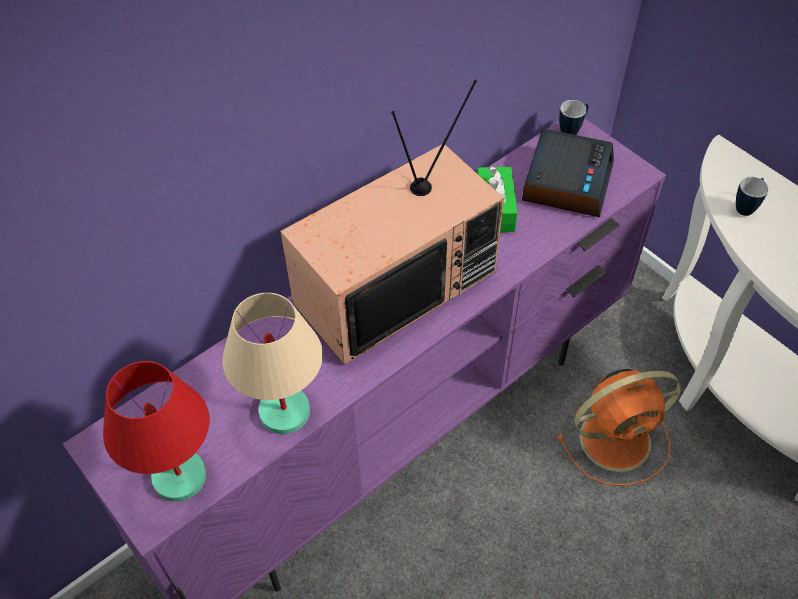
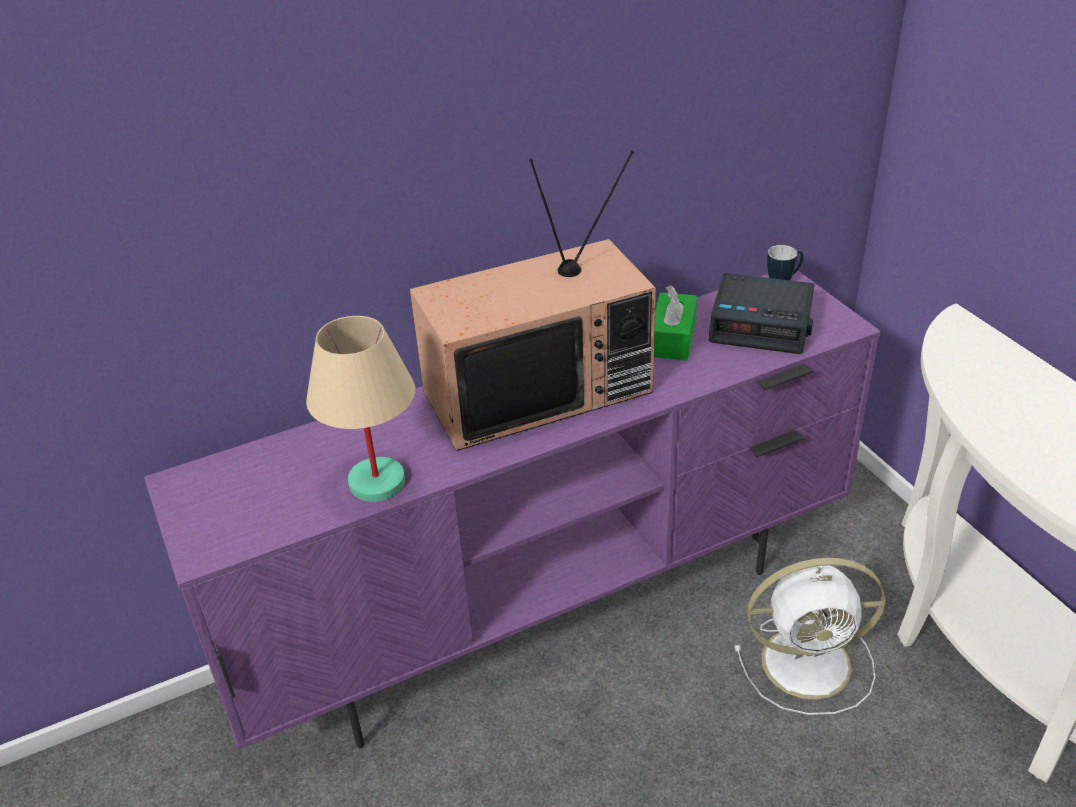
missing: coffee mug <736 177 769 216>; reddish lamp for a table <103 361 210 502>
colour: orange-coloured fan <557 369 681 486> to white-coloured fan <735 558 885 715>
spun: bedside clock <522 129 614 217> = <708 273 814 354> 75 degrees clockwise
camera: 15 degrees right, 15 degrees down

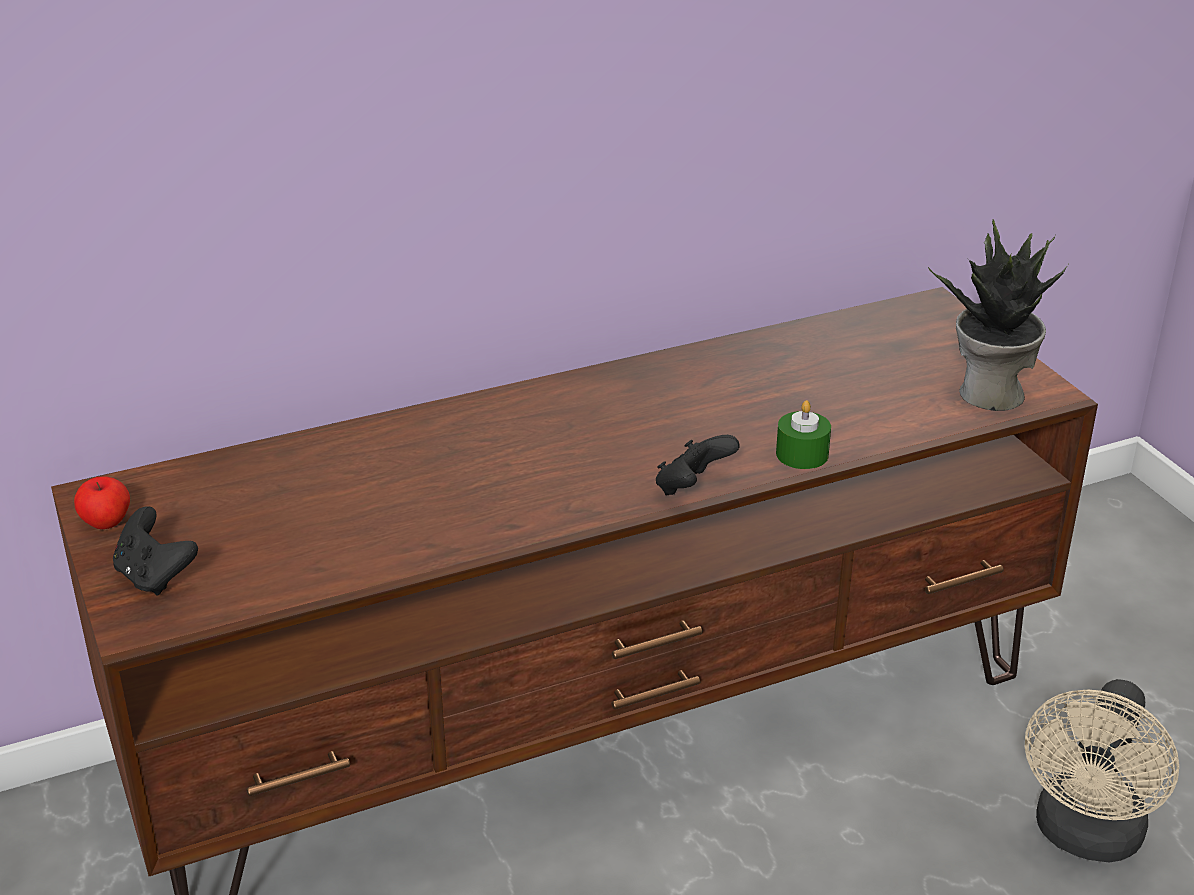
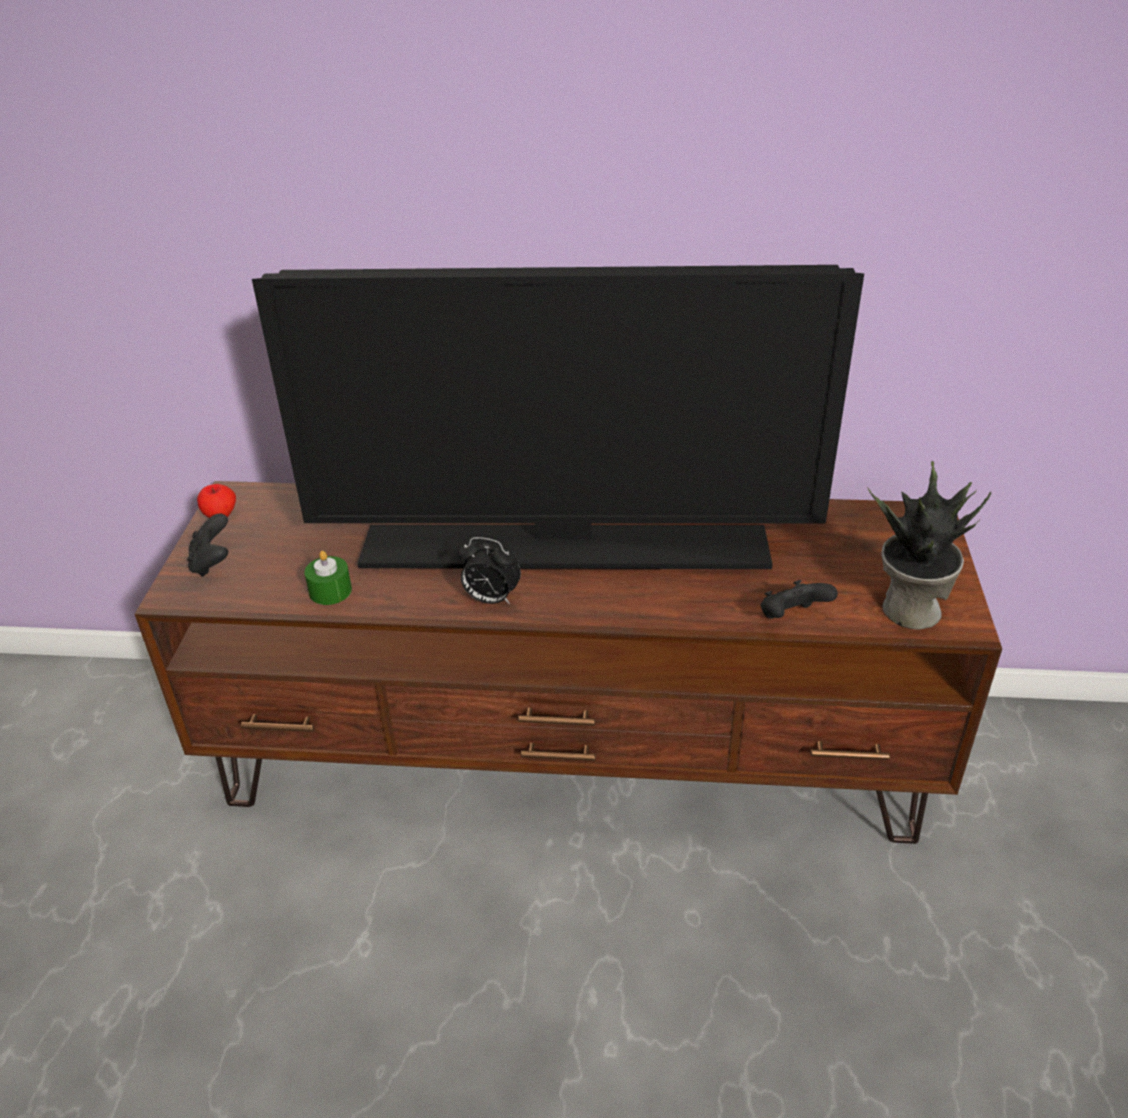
missing: beige fan <1025 679 1179 863>
appeared: television <252 265 864 569>; bedside clock <458 537 521 604>
relocated: greenish wax candle <776 400 831 469> to <304 551 352 605>; blackish gamepad <656 435 740 495> to <761 580 838 619>
camera: 30 degrees right, 5 degrees up

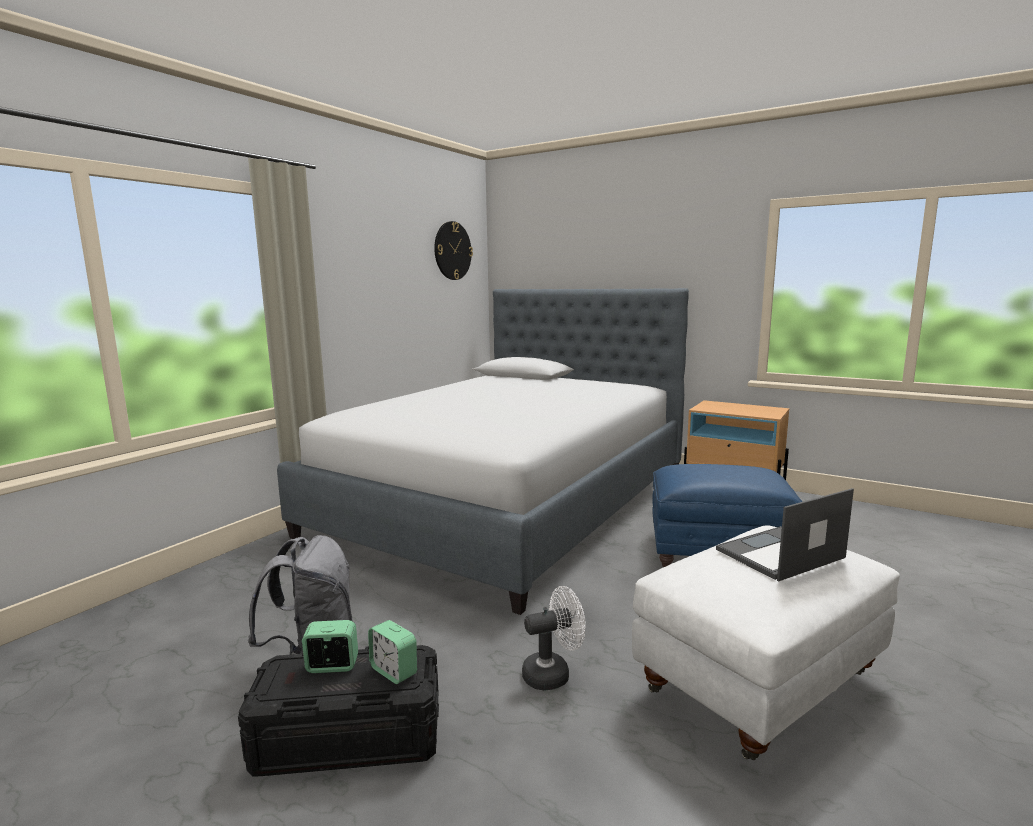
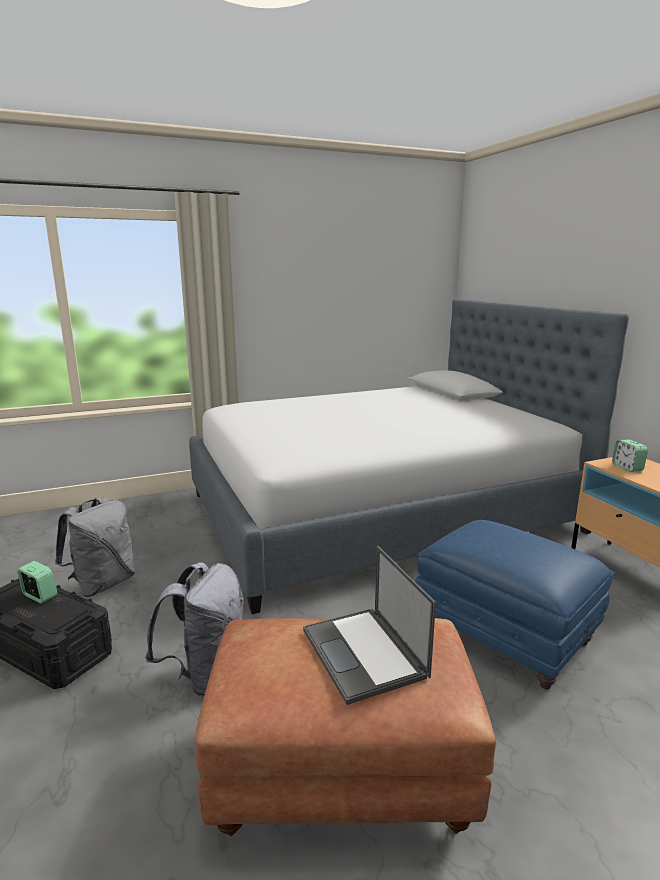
missing: hanging clock <434 221 473 280>
relocated: bedside clock <368 620 417 684> to <612 440 648 472>
exchanged: white-coloured fan <522 586 586 691> to gray rucksack <145 562 244 696>
colour: white-coloured ottoman <632 525 900 760> to brown-coloured ottoman <195 618 496 836>
spun: portable computer <716 488 854 581> = <303 546 436 705> 120 degrees counterclockwise
camera: 35 degrees right, 5 degrees up

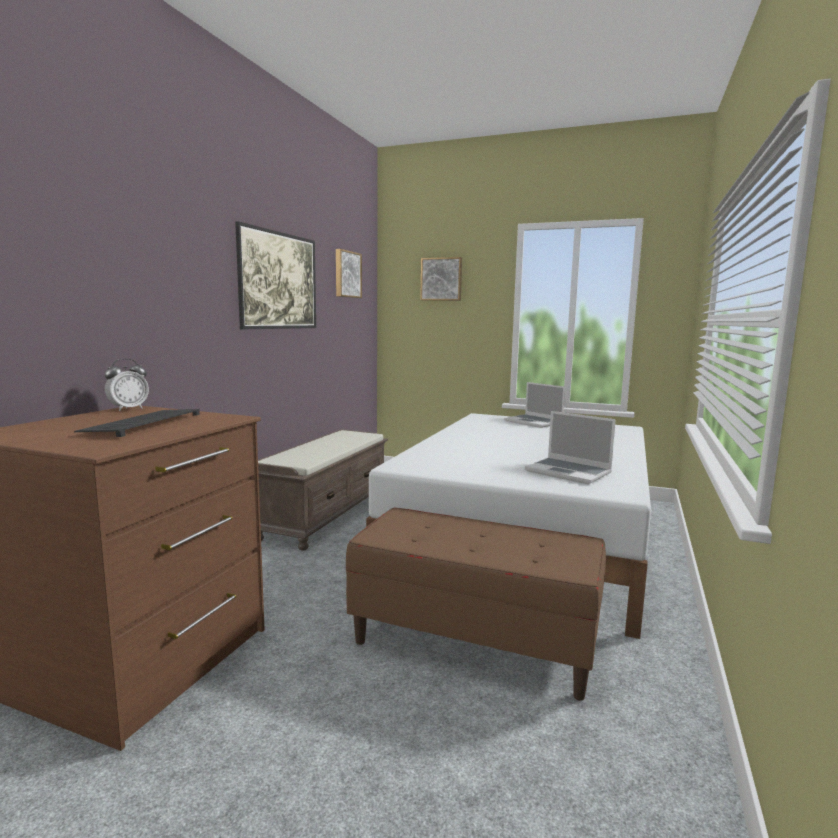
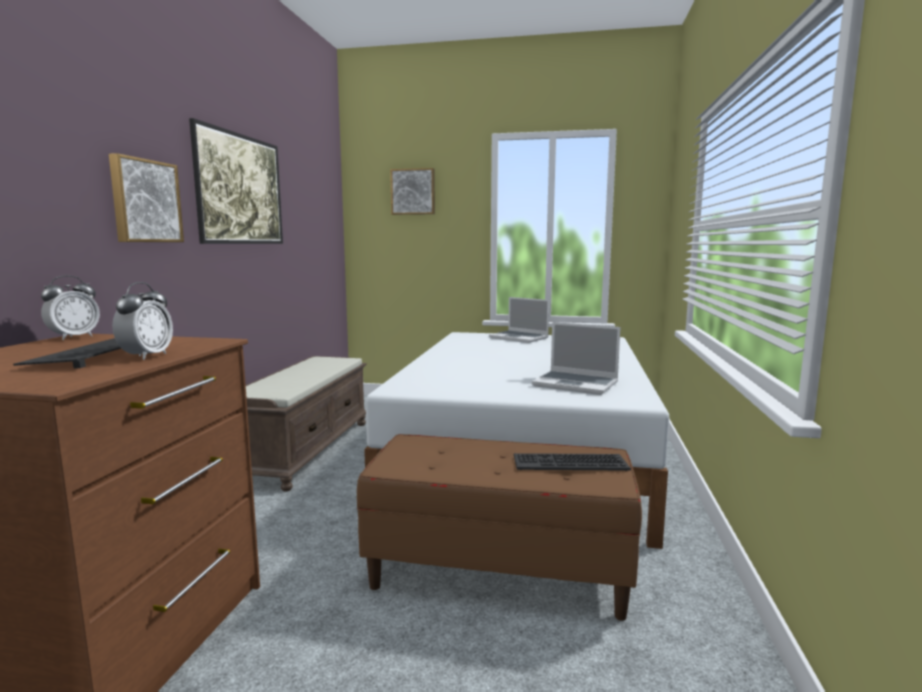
appeared: bedside clock <112 282 173 360>; keyboard <514 453 631 471>
relocated: wall picture <336 249 362 298> to <109 153 184 242>
camera: 10 degrees left, 0 degrees up

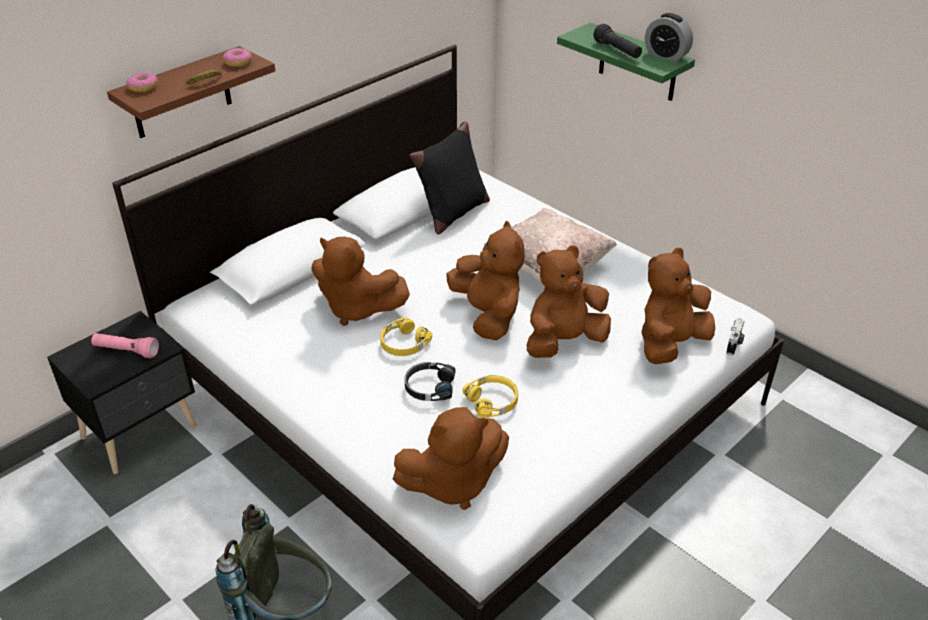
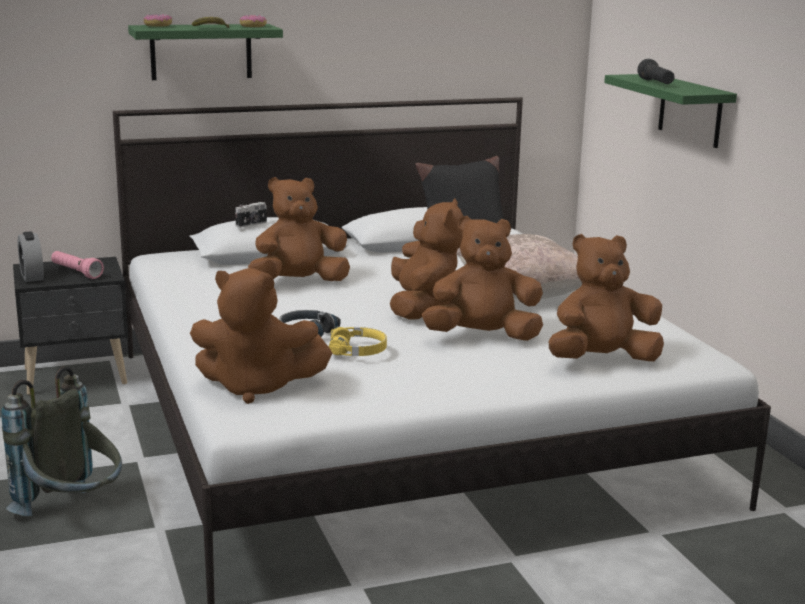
missing: yellowish pair of headphones <380 317 432 356>
relocated: bedside clock <645 13 693 62> to <18 231 44 282>; photo camera <726 318 745 355> to <235 202 267 228>
colour: brown-coloured bracket shelf <107 46 275 138> to greenish bracket shelf <128 24 283 80>
spun: brown-coloured cuddly toy <311 237 410 326> = <248 177 350 281> 105 degrees clockwise
camera: 25 degrees right, 20 degrees down

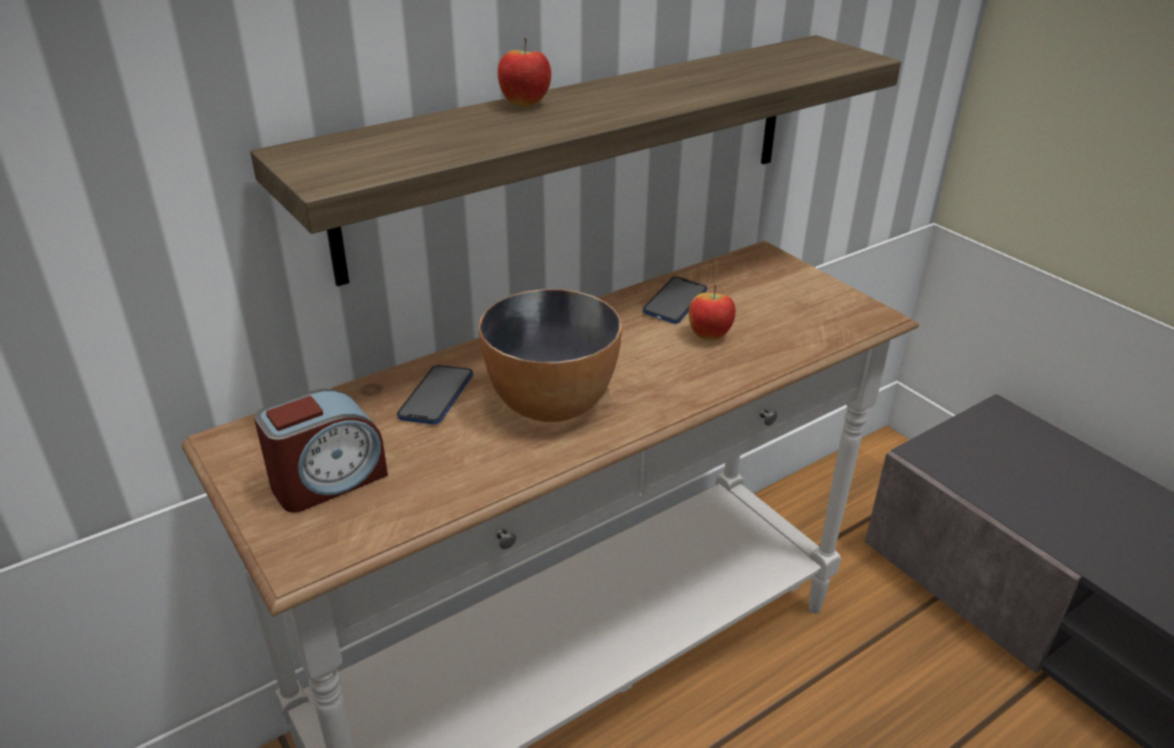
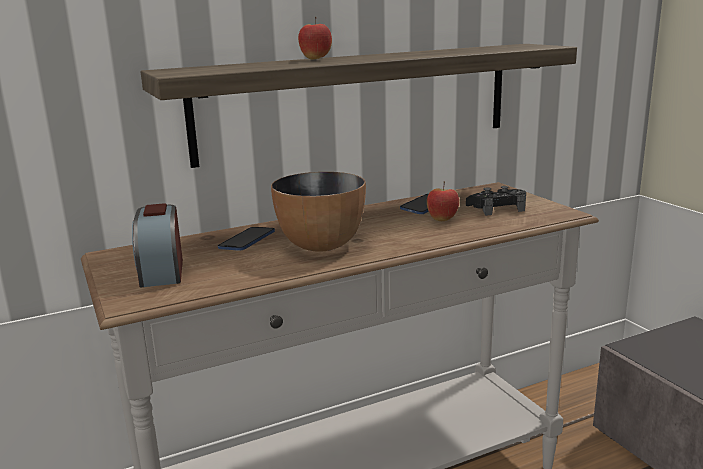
appeared: blackish gamepad <466 186 526 216>
spun: bedside clock <254 389 388 513> = <132 203 183 288> 105 degrees clockwise
camera: 10 degrees right, 15 degrees down

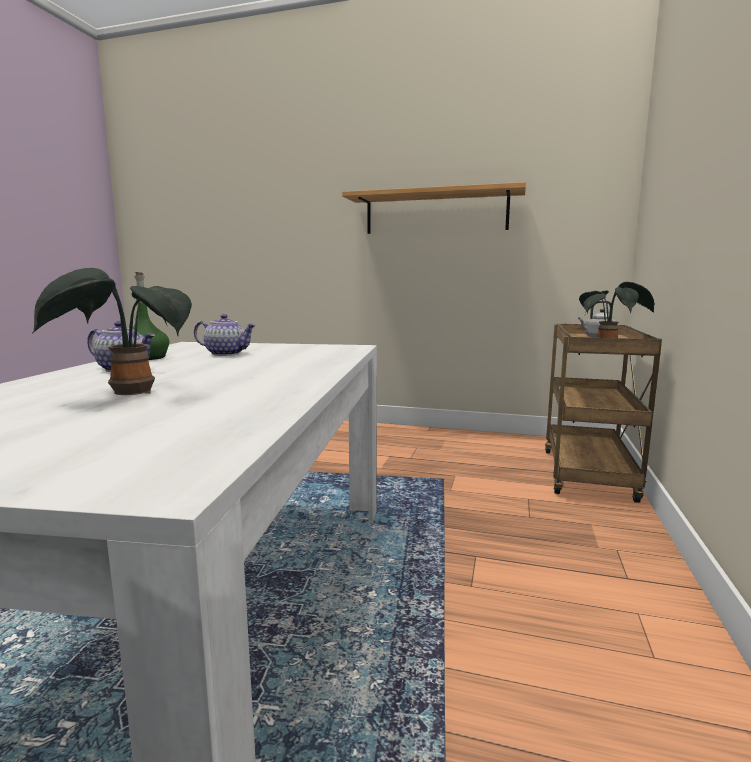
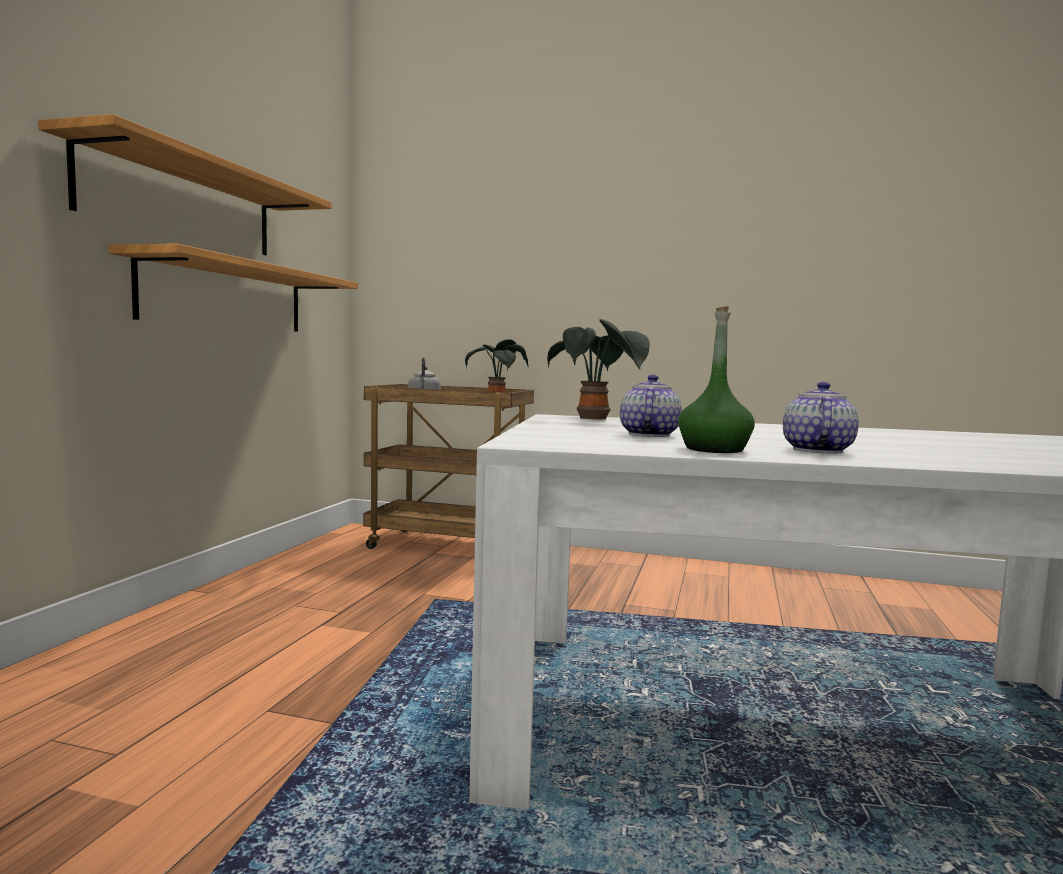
appeared: bracket shelf <109 244 358 332>
relocated: potted plant <32 268 192 395> to <547 319 650 420>
camera: 90 degrees left, 5 degrees down

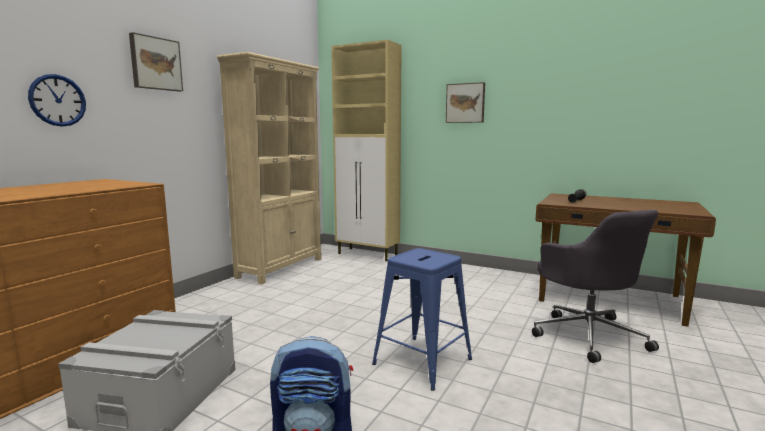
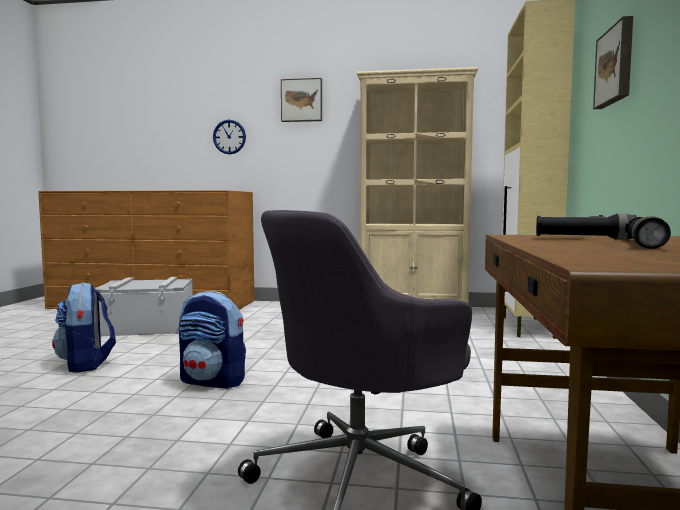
appeared: blackish torch <625 216 671 249>
exchanged: bluish sitting stool <372 248 472 391> to rucksack <179 291 246 389>
camera: 70 degrees right, 5 degrees down

